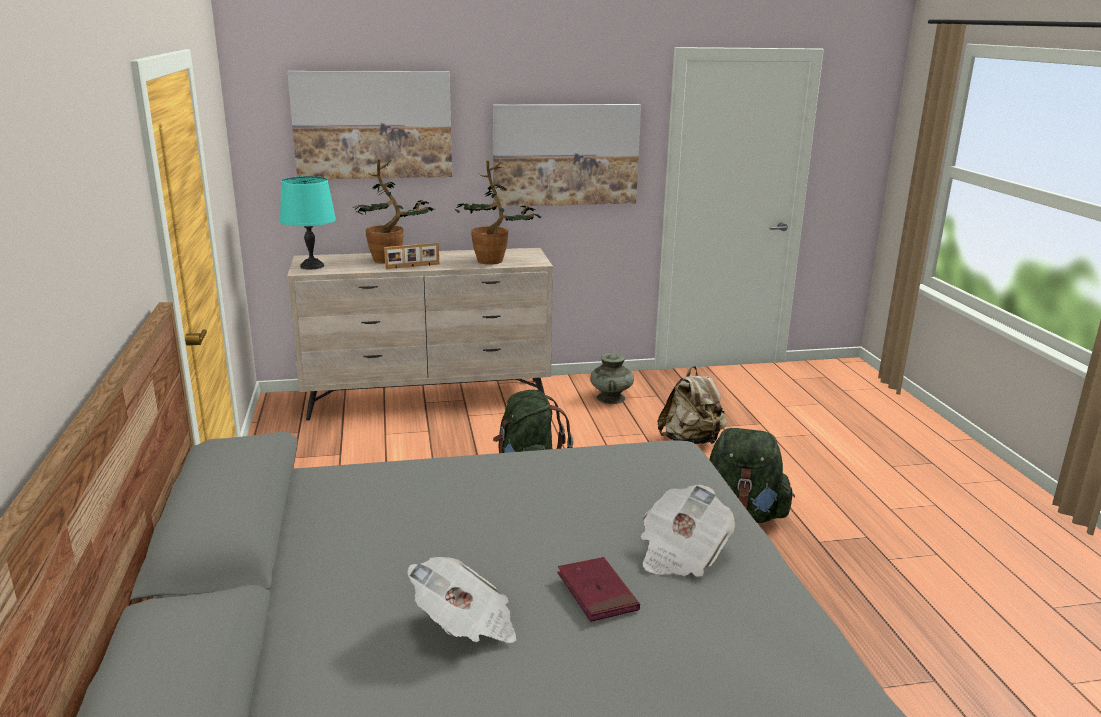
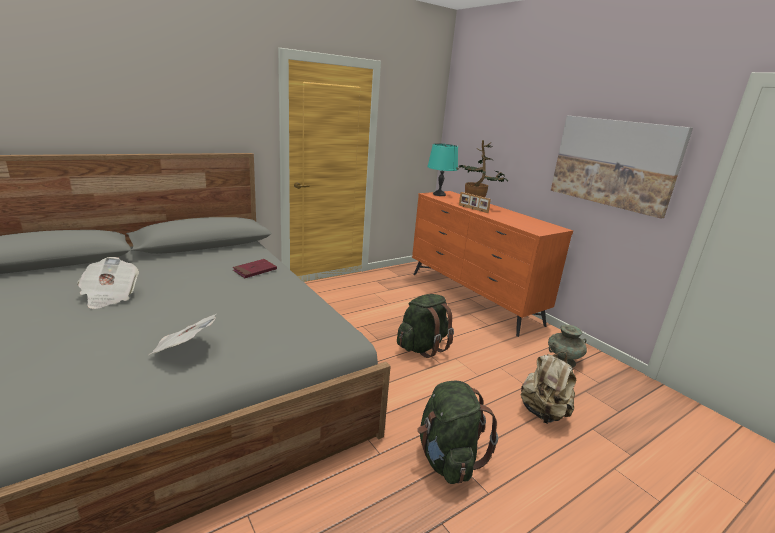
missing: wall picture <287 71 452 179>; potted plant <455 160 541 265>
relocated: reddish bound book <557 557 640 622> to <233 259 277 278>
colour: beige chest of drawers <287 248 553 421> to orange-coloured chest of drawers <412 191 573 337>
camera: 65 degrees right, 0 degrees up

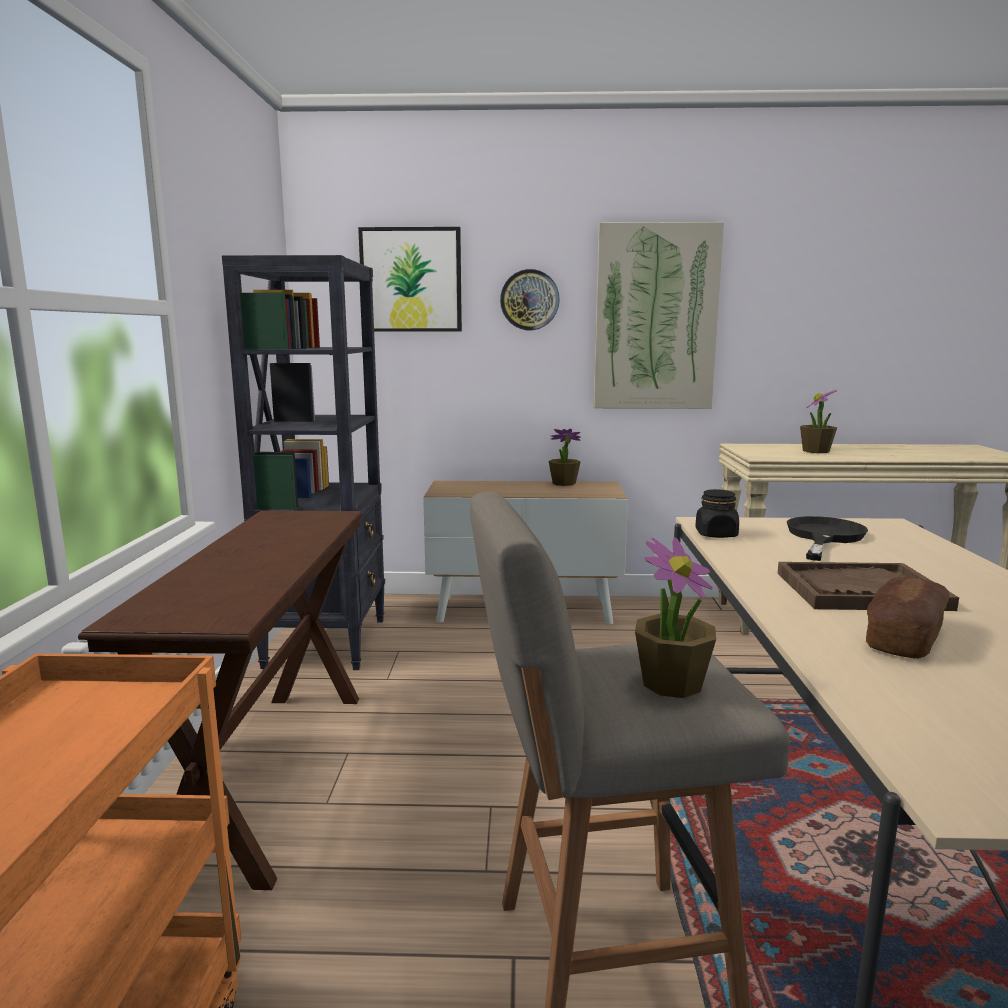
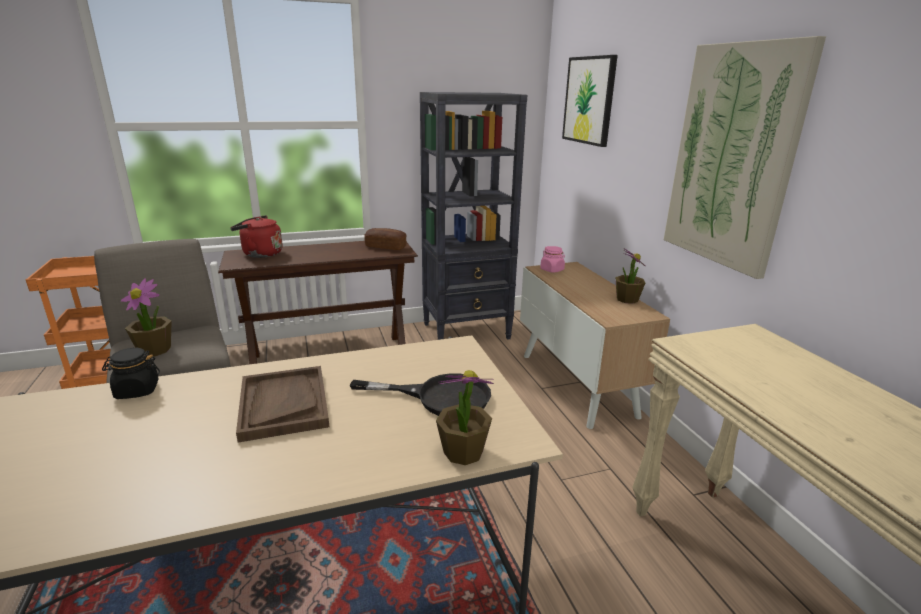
missing: hanging clock <500 269 560 330>
appeared: reddish water kettle <230 215 283 258>; pinkish jar <540 246 565 273>
relocated: potted plant <800 389 837 453> to <436 370 494 465>; blackish jar <695 489 739 538> to <102 348 160 399>; bread <866 577 949 659> to <364 228 406 250>
camera: 70 degrees right, 10 degrees up

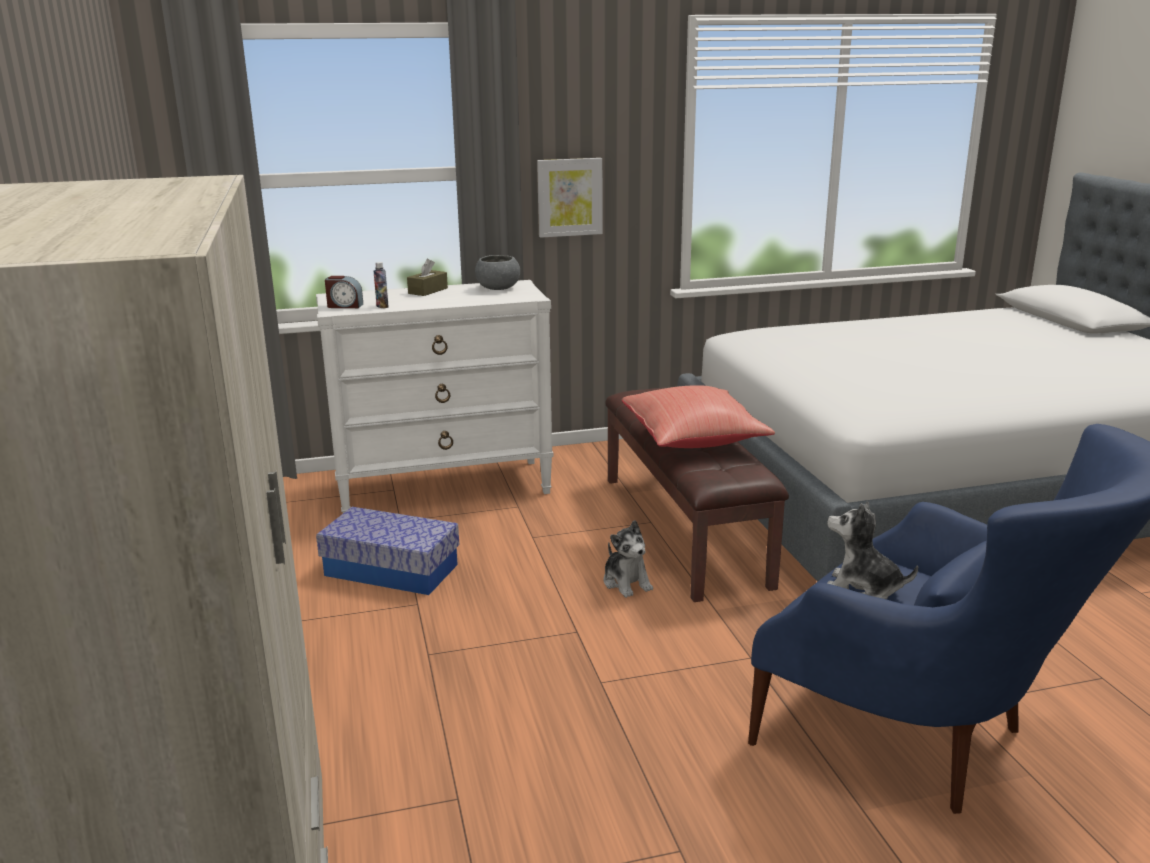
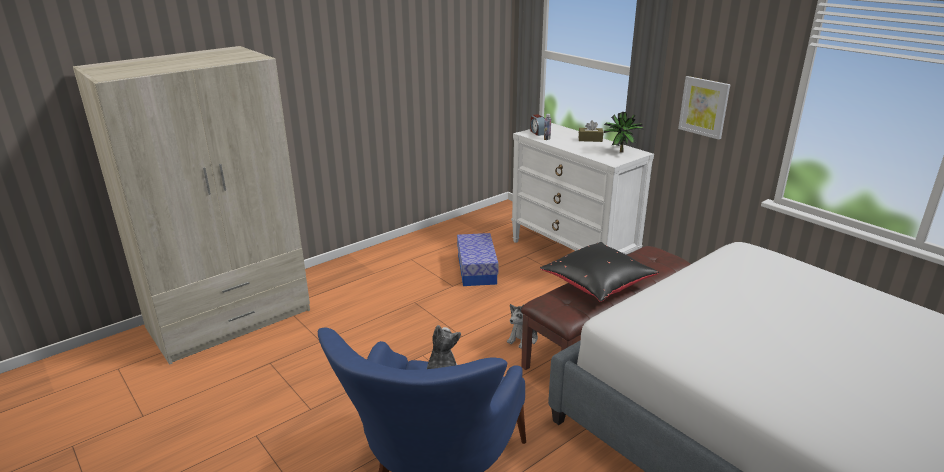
exchanged: gray deep dish <475 255 520 290> to potted plant <604 112 644 153>
colour: reddish pillow <622 385 775 448> to blackish pillow <540 242 659 302>
camera: 65 degrees right, 5 degrees up

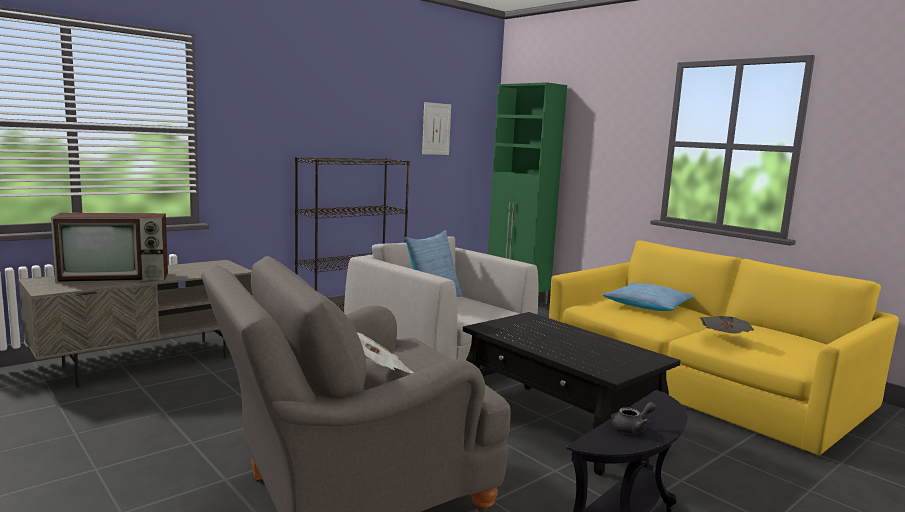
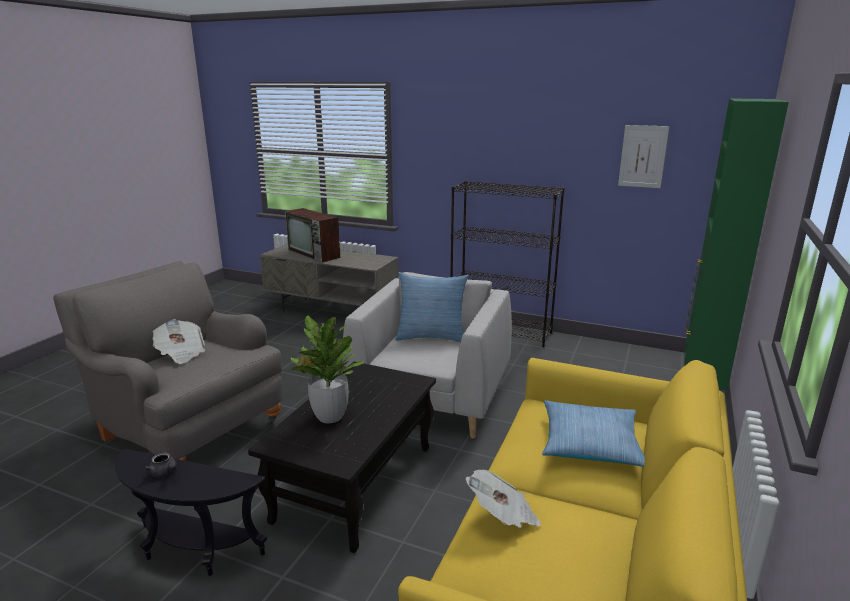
appeared: potted plant <289 314 364 423>
camera: 65 degrees right, 10 degrees up

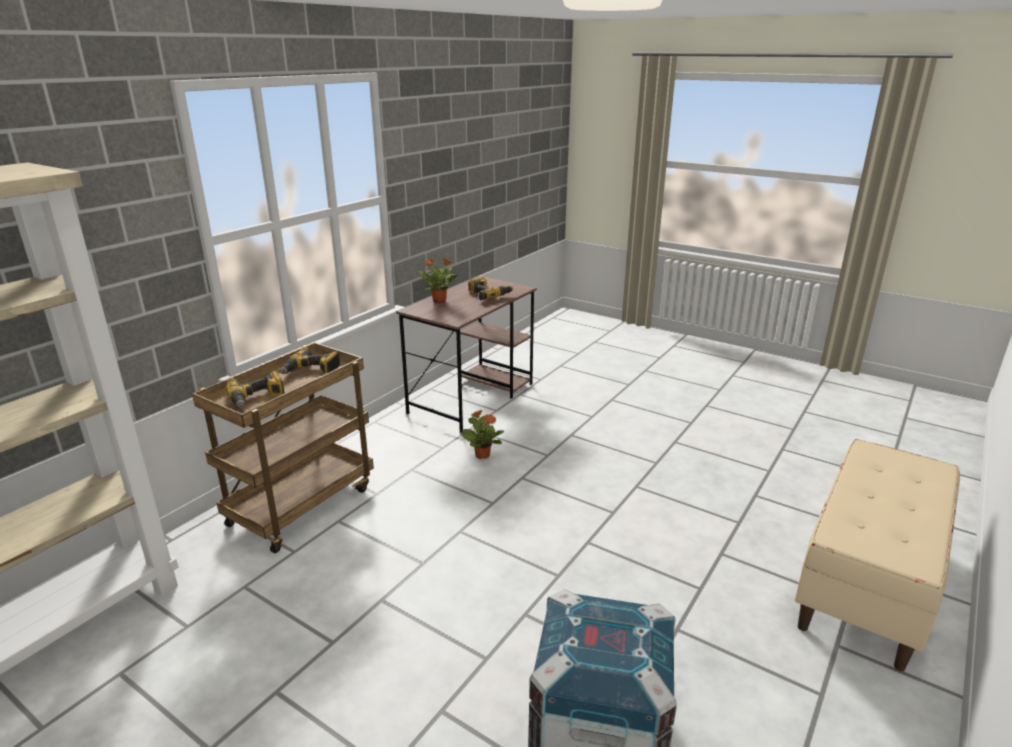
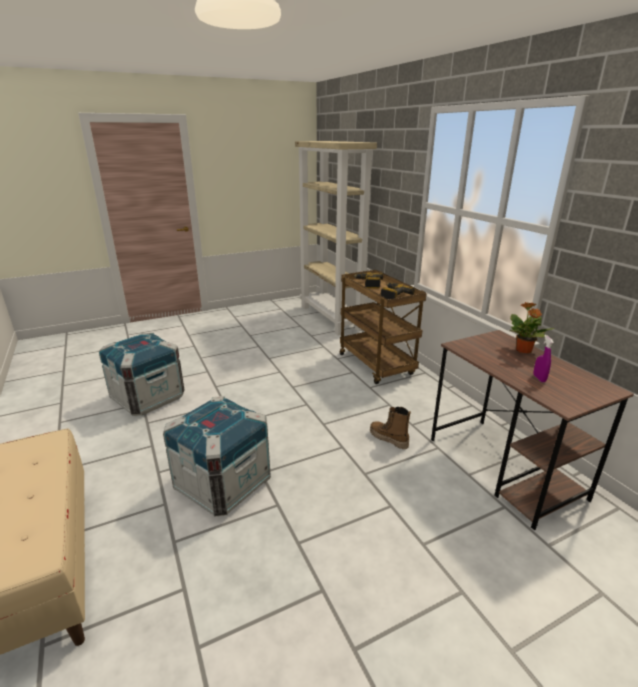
appeared: packing crate <163 396 271 517>
exchanged: drill <468 277 513 300> to purplish sprayer <533 335 554 382>; potted plant <460 410 504 459> to tall boot <370 407 411 449>
camera: 120 degrees right, 0 degrees up

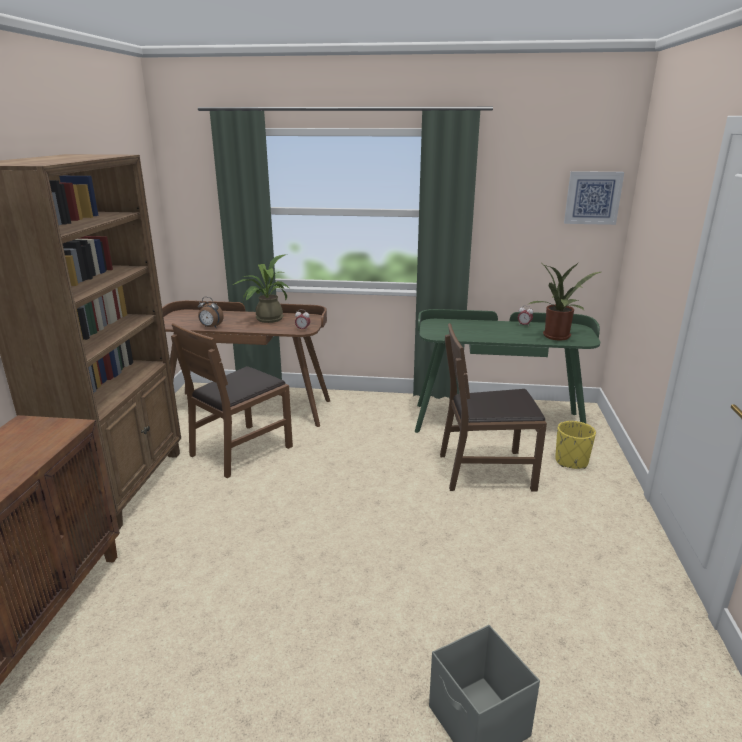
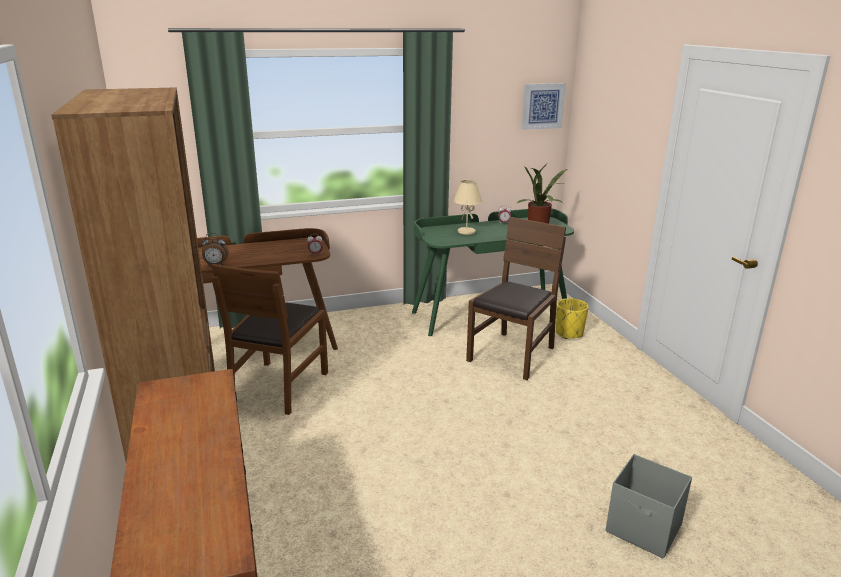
missing: potted plant <232 254 289 323>
appeared: beige lamp for a table <453 180 482 235>
spun: brown-coloured chair <440 323 547 491> = <466 217 566 380> 150 degrees clockwise
camera: 25 degrees left, 0 degrees up

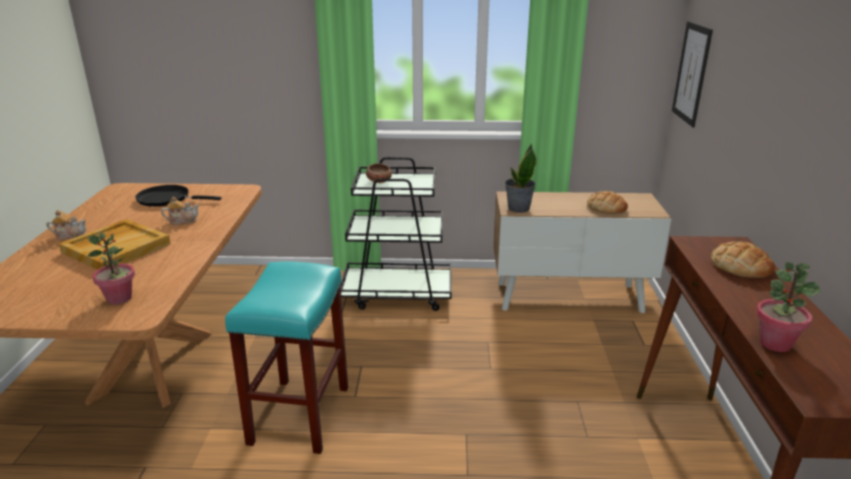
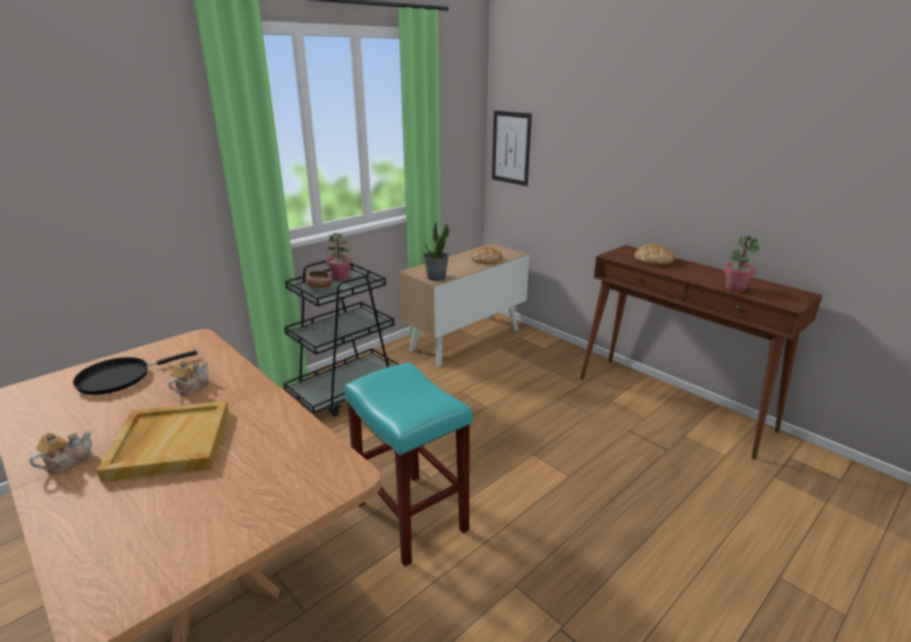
relocated: potted plant <87 233 135 305> to <326 233 352 281>
camera: 45 degrees left, 0 degrees up

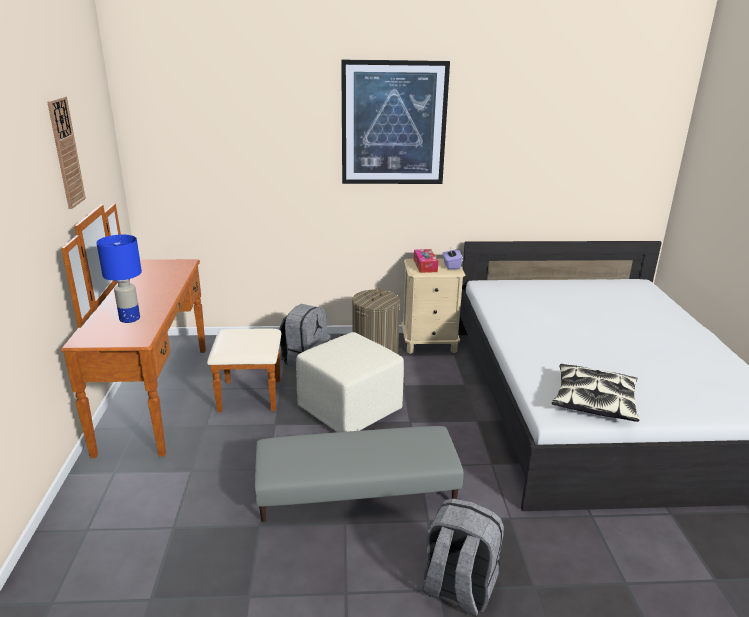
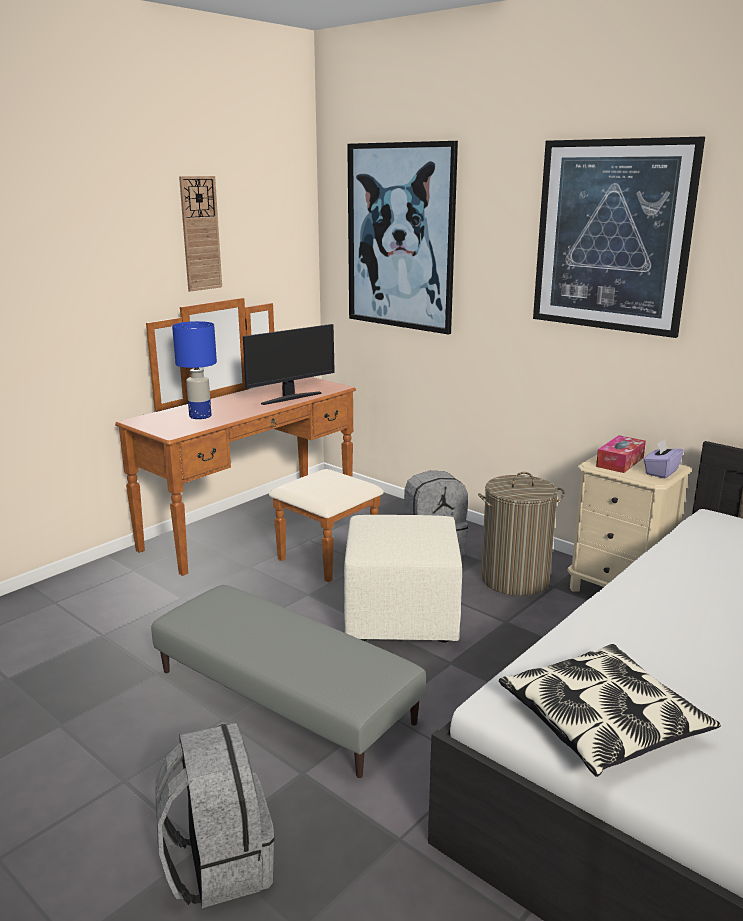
appeared: wall picture <347 141 458 335>; computer screen <243 324 335 405>
camera: 45 degrees right, 5 degrees down

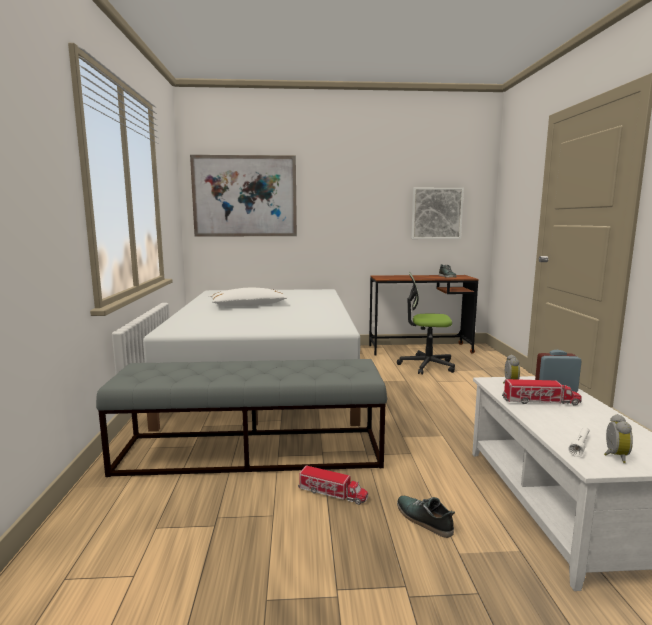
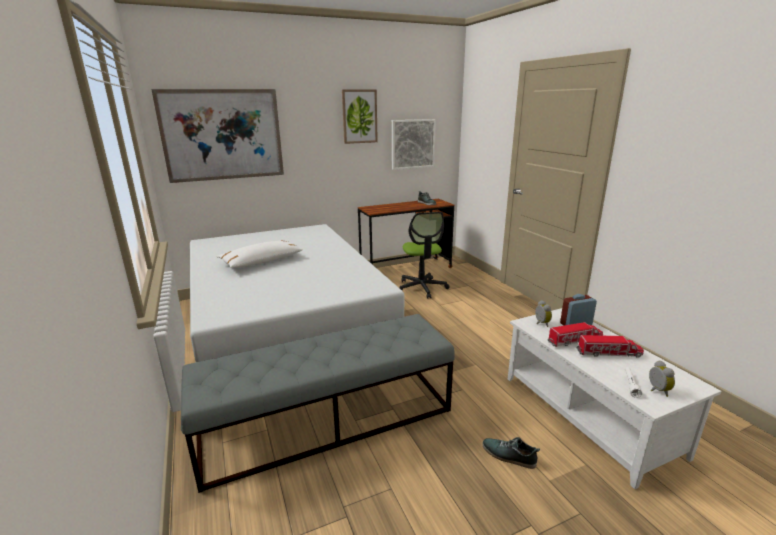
appeared: wall picture <342 89 378 144>
relocated: model truck <298 465 368 505> to <576 335 644 358>
spun: desk chair <397 272 455 375> = <400 212 450 299> 90 degrees counterclockwise
camera: 20 degrees left, 10 degrees up

